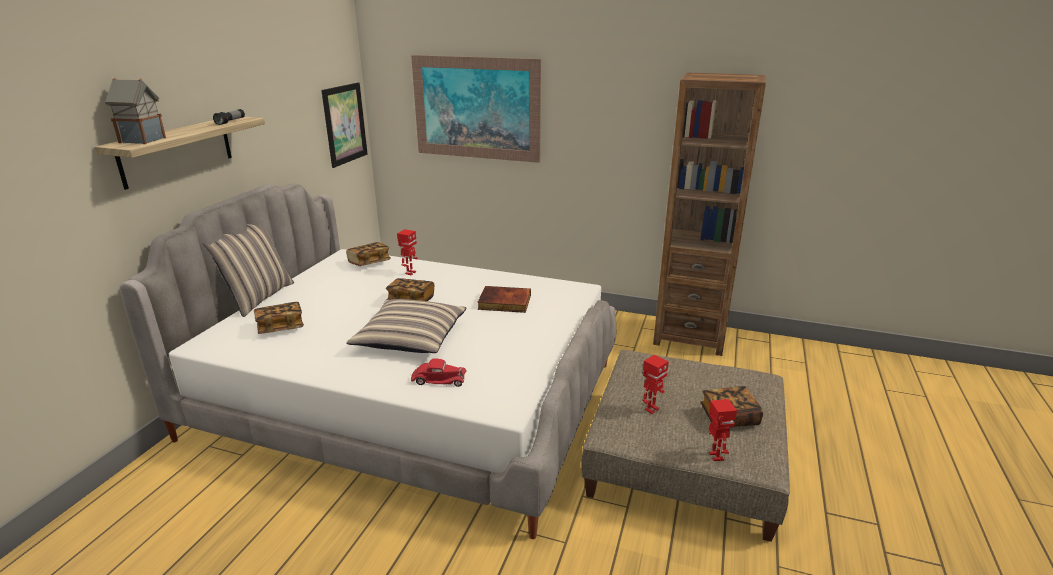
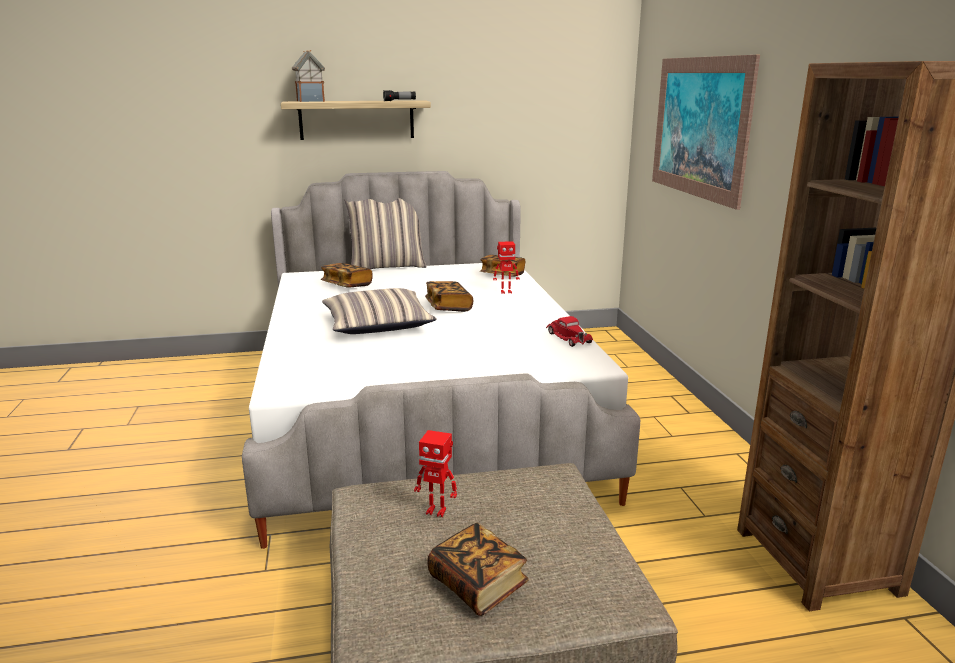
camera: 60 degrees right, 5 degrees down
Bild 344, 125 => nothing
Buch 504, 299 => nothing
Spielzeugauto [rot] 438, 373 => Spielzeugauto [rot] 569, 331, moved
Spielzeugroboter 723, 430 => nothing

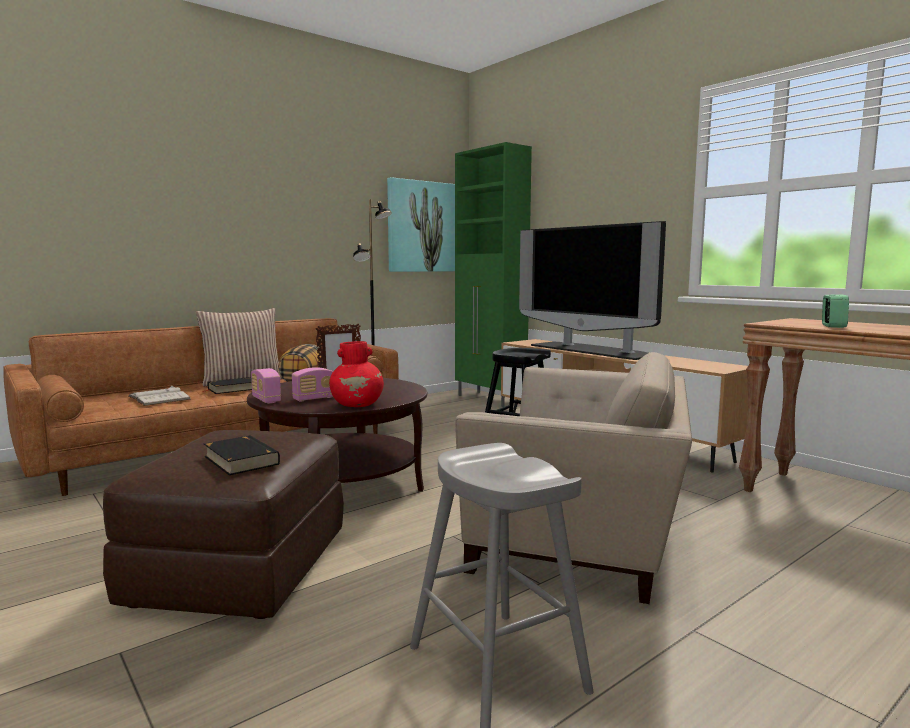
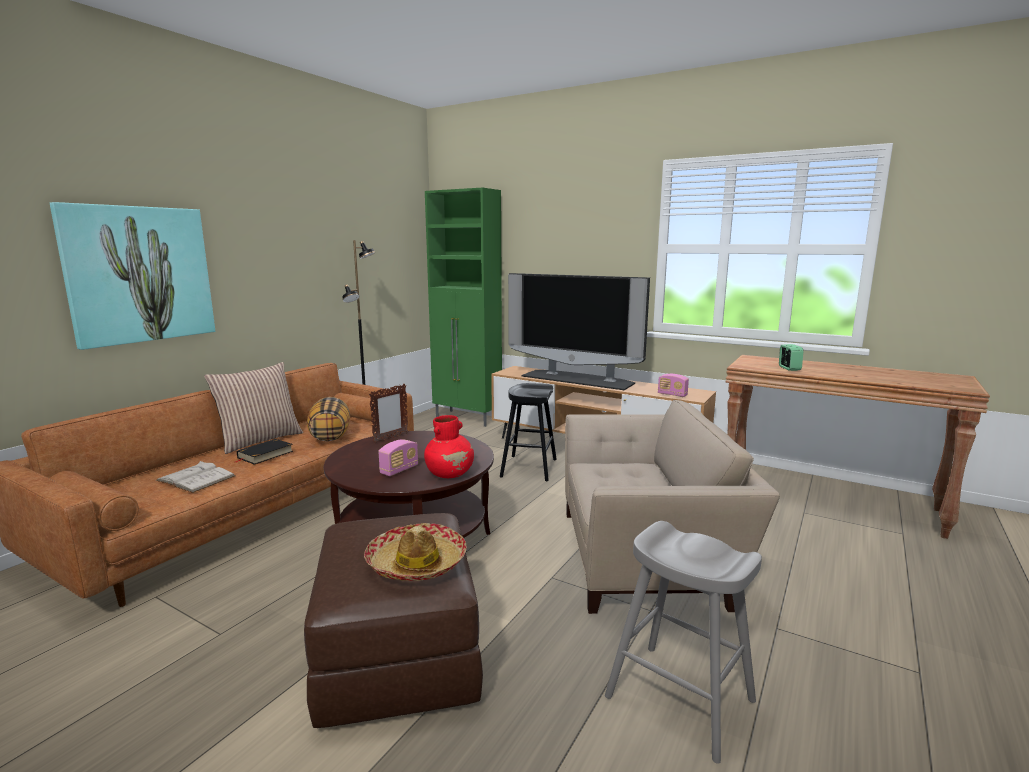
camera: 20 degrees left, 5 degrees up
Bild 421, 224 => Bild 132, 276, moved
Radio 266, 385 => Radio 673, 385, moved
Buch [schwarz] 242, 455 => Hut 415, 552

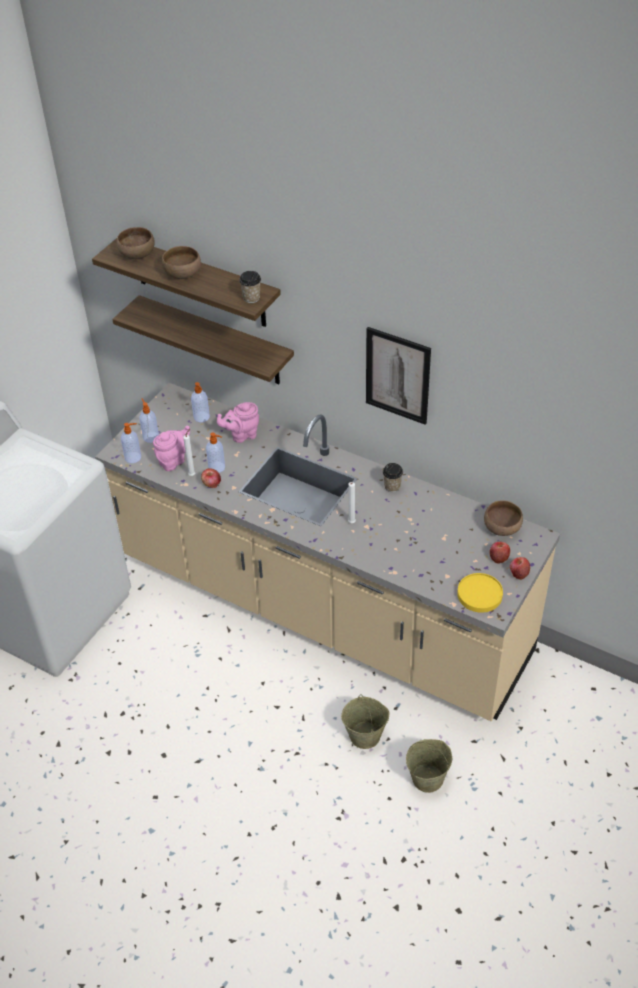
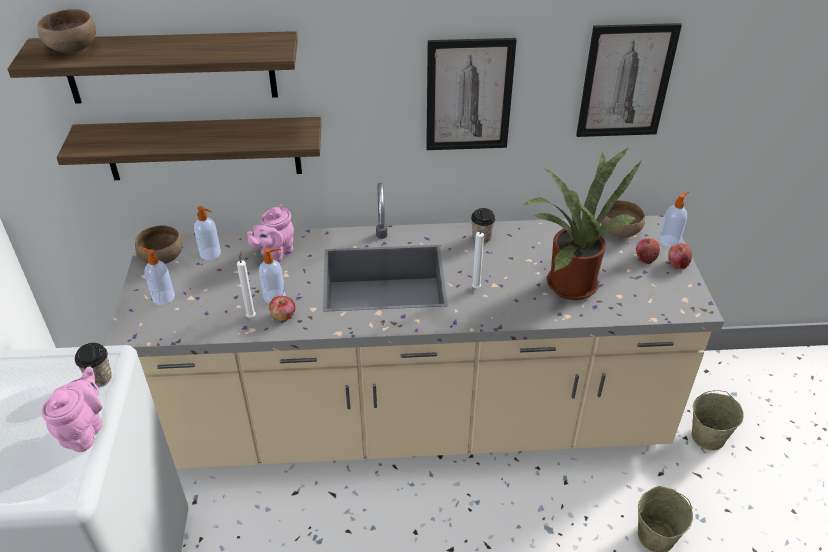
camera: 35 degrees left, 5 degrees down
Schüssel [braun] 181, 262 => Schüssel [braun] 159, 244, moved
Tasse 250, 287 => Tasse 93, 365, moved
Seifenspender 131, 443 => Seifenspender 674, 219, moved
Teekanne [rosa] 171, 448 => Teekanne [rosa] 72, 409, moved
Teller [gelb] 480, 593 => nothing
Eimer [beige] 365, 721 => Eimer [beige] 718, 420, moved
nothing => Bild 629, 80
nothing => Topfpflanze 582, 224

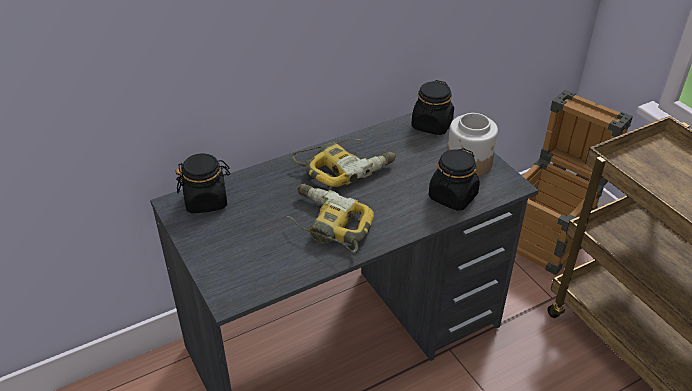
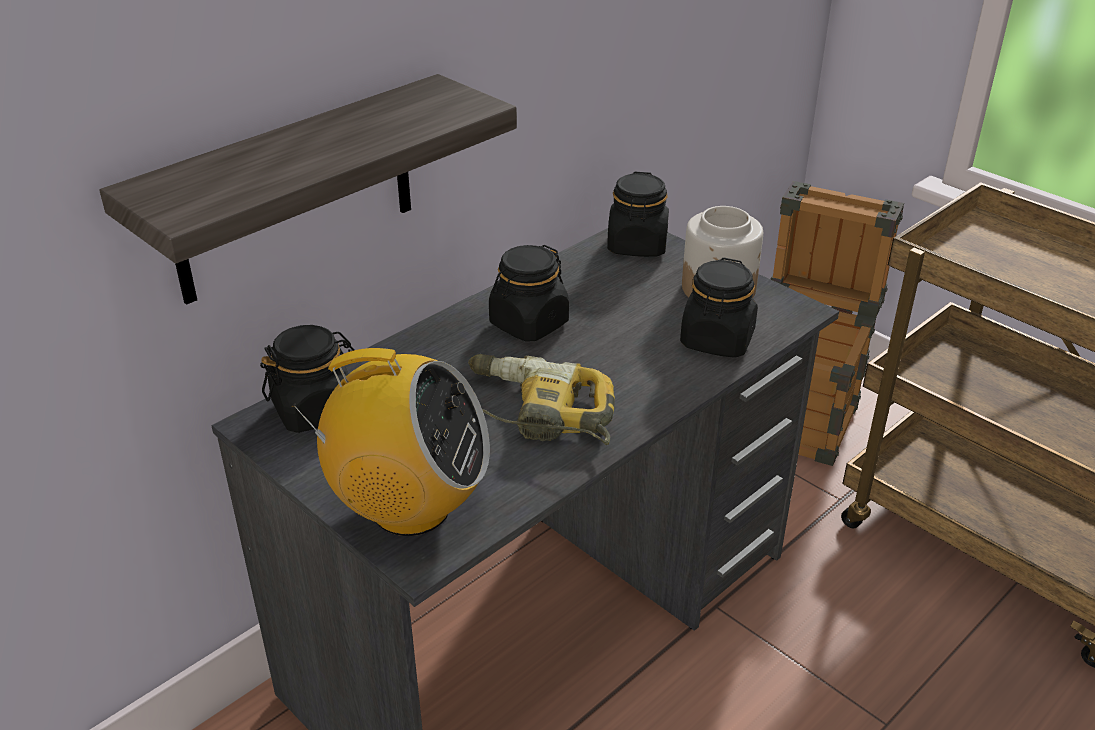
camera: 15 degrees left, 5 degrees down
Bohrmaschine 344, 163 => Vorratsglas [schwarz] 529, 293
nothing => Wandregal 308, 189
nothing => Radio 391, 442

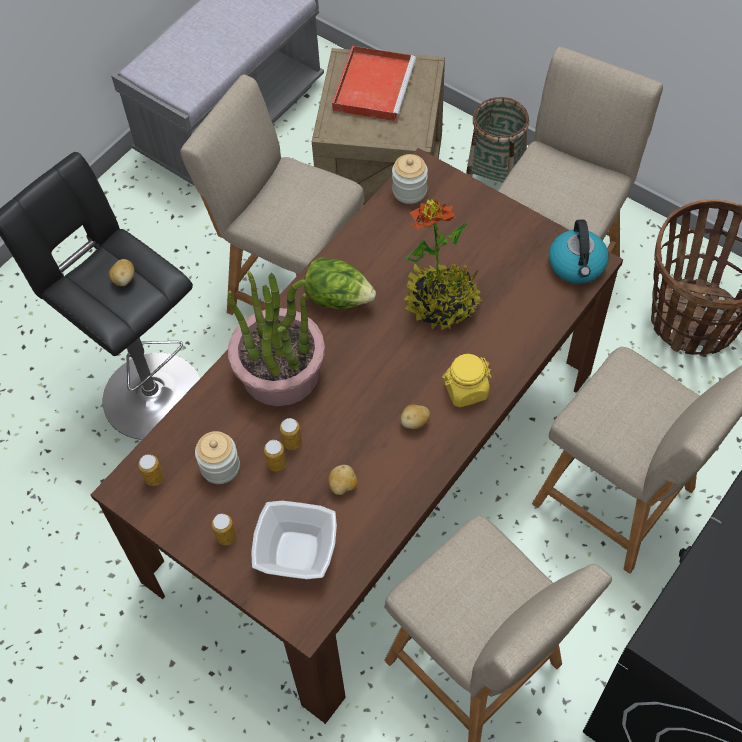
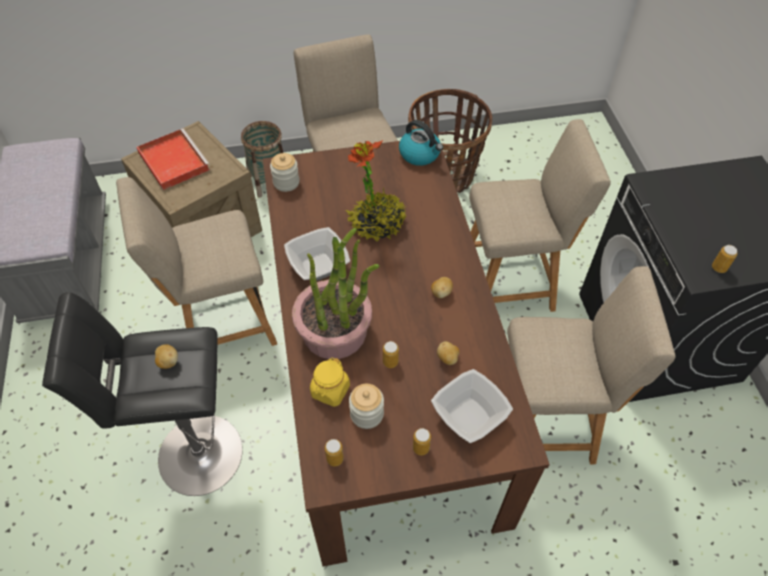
camera: 50 degrees left, 5 degrees down
Salatkopf 340, 283 => Schüssel 317, 254
Vorratsglas [gelb] 467, 380 => Vorratsglas [gelb] 330, 382, moved
Dose 275, 456 => Dose 724, 259, moved

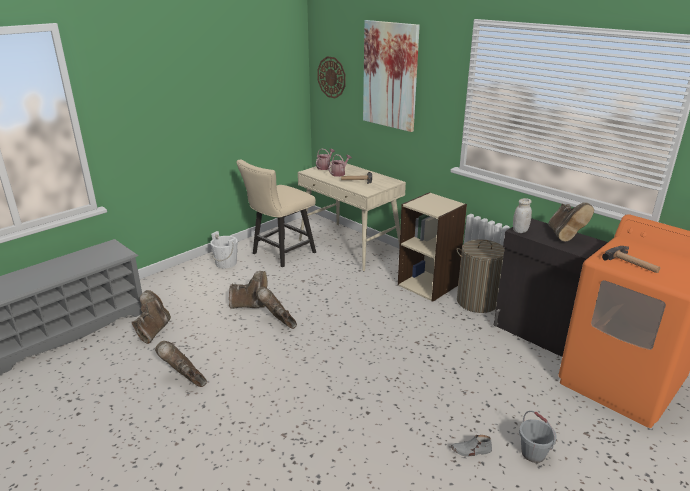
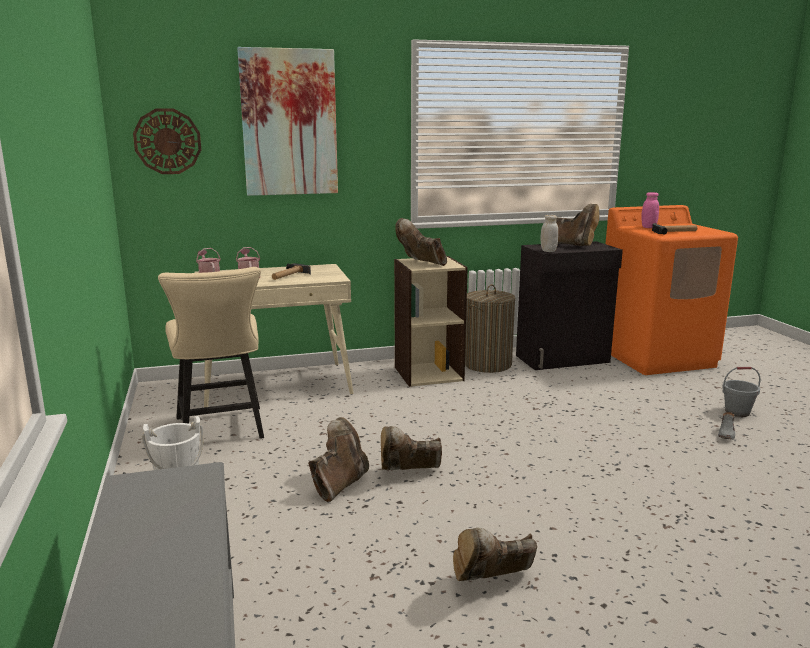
camera: 60 degrees left, 10 degrees down
Stiefel [braun] 151, 317 => Stiefel [braun] 421, 242, moved
nothing => Vorratsglas [rosa] 650, 210

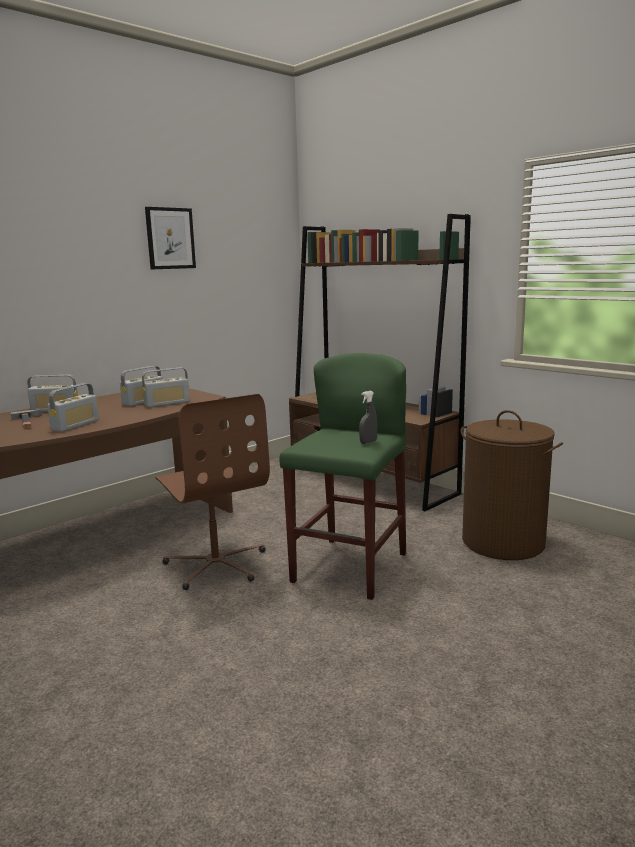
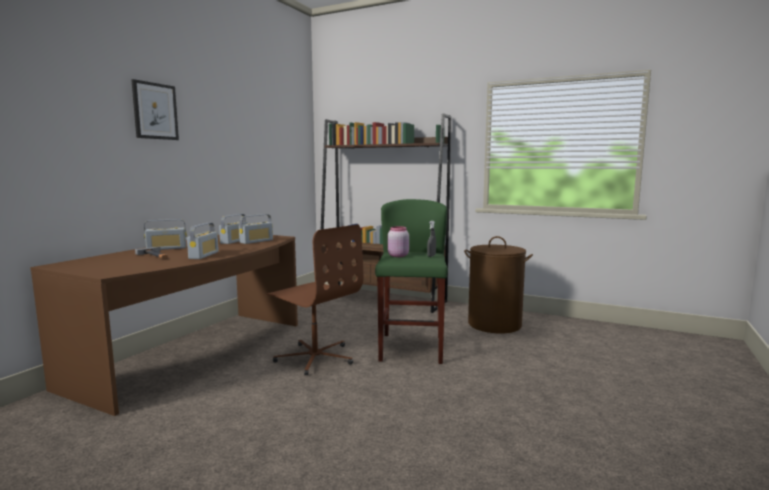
camera: 20 degrees left, 5 degrees down
Bild 170, 238 => Bild 155, 109, moved
nothing => Vorratsglas [rosa] 398, 241

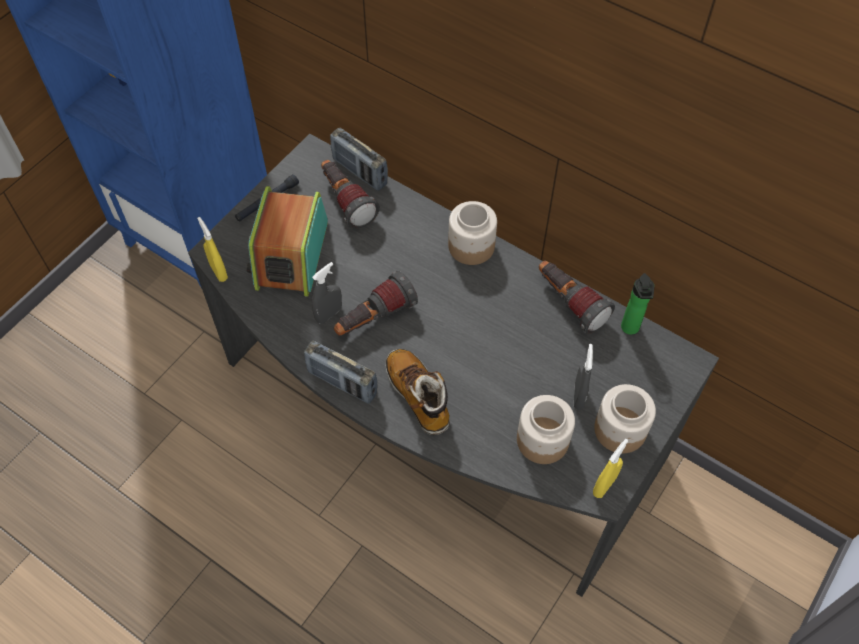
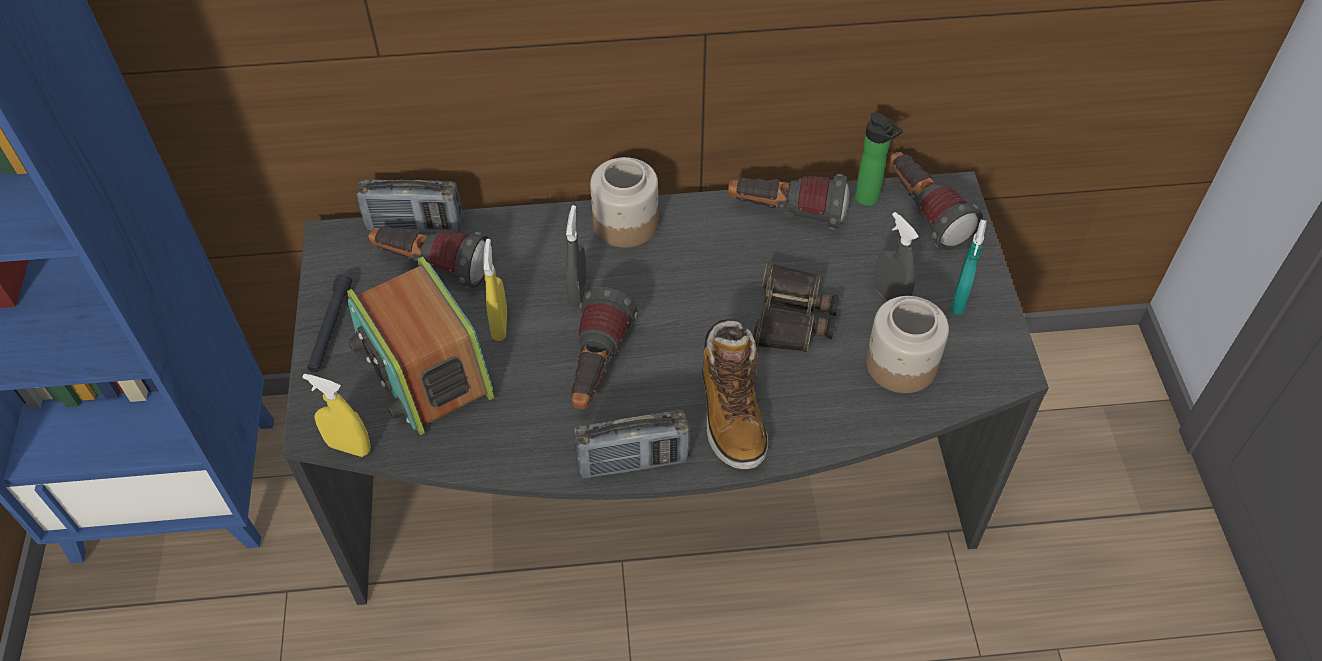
camera: 40 degrees left, 5 degrees down
Sprühflasche [grau] 327, 293 => Sprühflasche [grau] 576, 256, moved
Stiefel 418, 392 => Stiefel 735, 394, 120 degrees counterclockwise
Vorratsglas 625, 418 => Sprühflasche [türkis] 969, 267
Sprühflasche [gelb] 610, 468 => Sprühflasche [gelb] 495, 290, moved
nothing => Taschenlampe 936, 201
nothing => Fernglas 795, 307

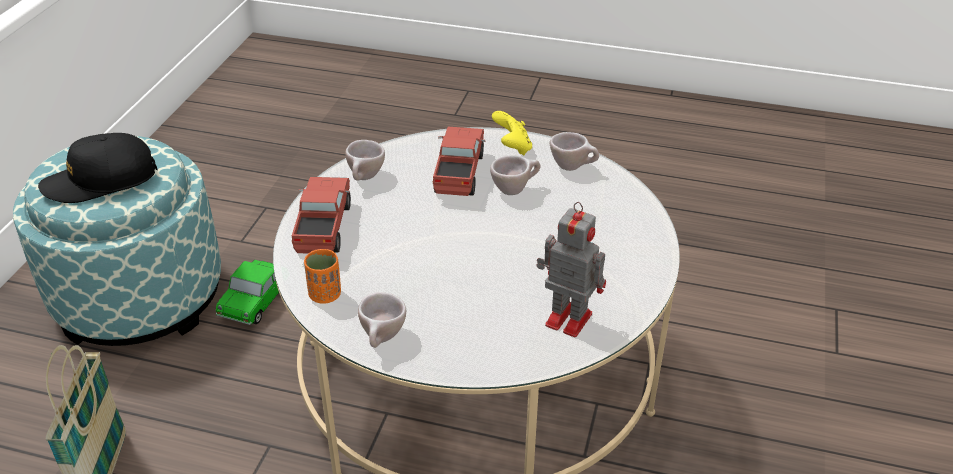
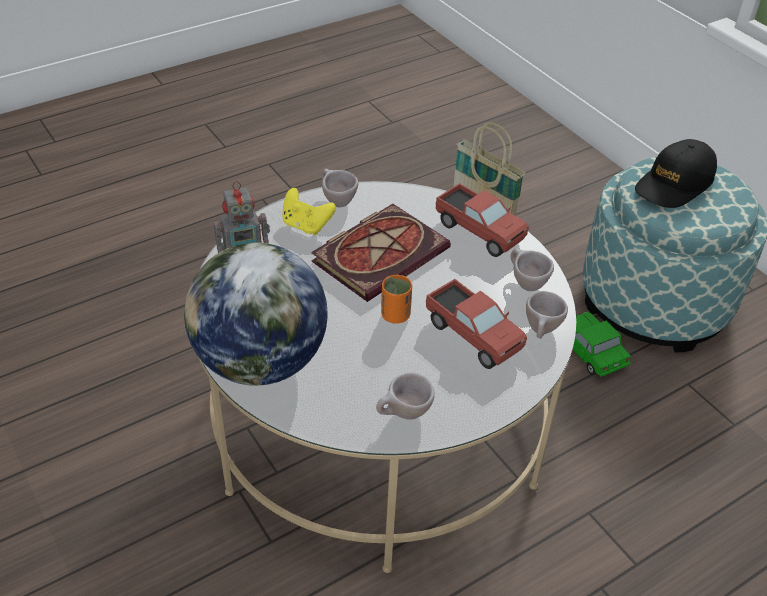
camera: 130 degrees right, 5 degrees up
Gamepad [gelb] 512, 133 => Gamepad [gelb] 309, 211, moved
Kappe [schwarz] 97, 168 => Kappe [schwarz] 676, 173, 150 degrees counterclockwise
Tasse [beige] 515, 175 => Tasse [beige] 547, 315, moved
Tasse [orange] 322, 276 => Tasse [orange] 396, 299, moved
nothing => Buch 381, 253
nothing => Globus 256, 314

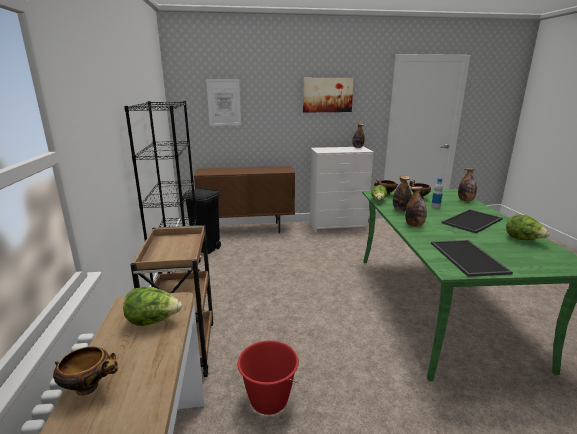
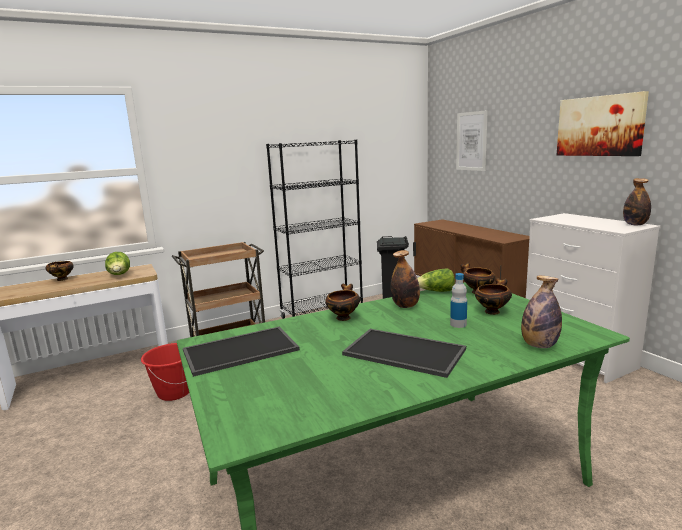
camera: 70 degrees right, 5 degrees down
Flasche 416, 206 => Schüssel 342, 302
Salatkopf 528, 227 => nothing

